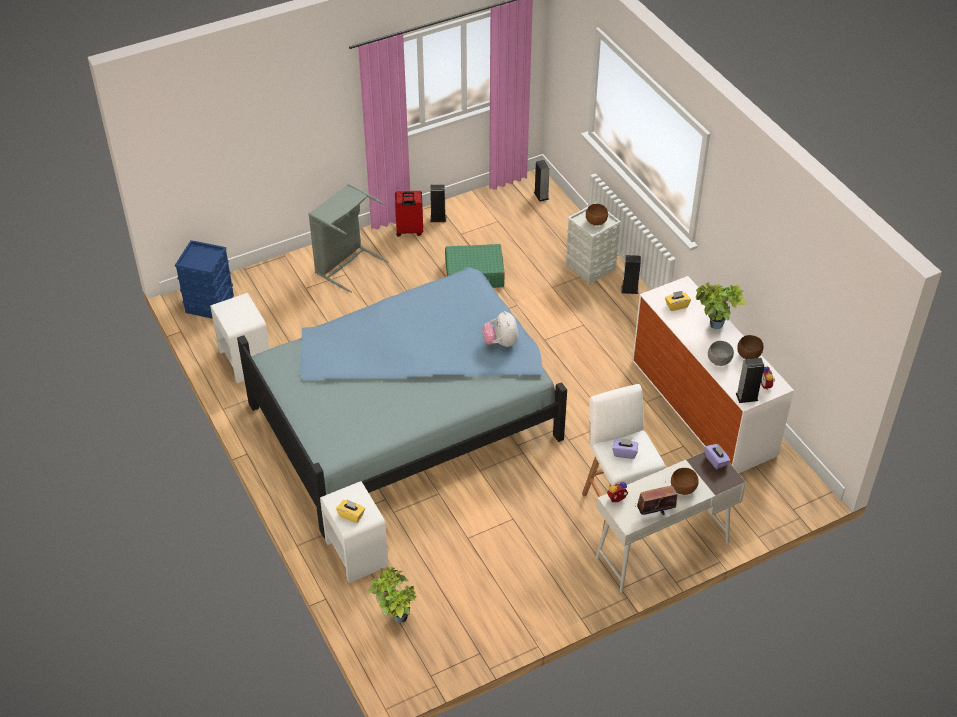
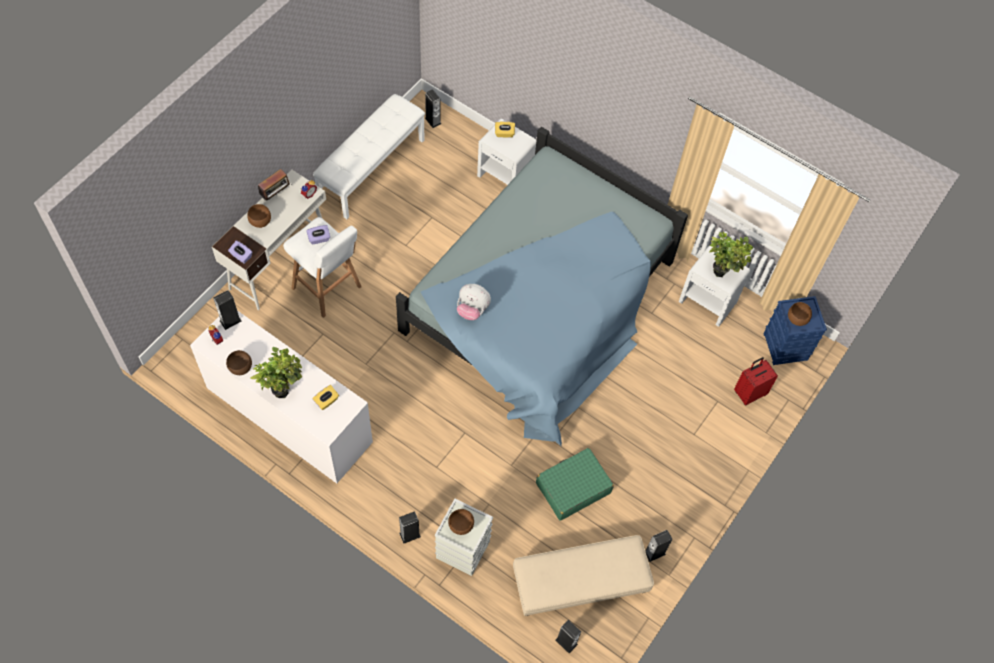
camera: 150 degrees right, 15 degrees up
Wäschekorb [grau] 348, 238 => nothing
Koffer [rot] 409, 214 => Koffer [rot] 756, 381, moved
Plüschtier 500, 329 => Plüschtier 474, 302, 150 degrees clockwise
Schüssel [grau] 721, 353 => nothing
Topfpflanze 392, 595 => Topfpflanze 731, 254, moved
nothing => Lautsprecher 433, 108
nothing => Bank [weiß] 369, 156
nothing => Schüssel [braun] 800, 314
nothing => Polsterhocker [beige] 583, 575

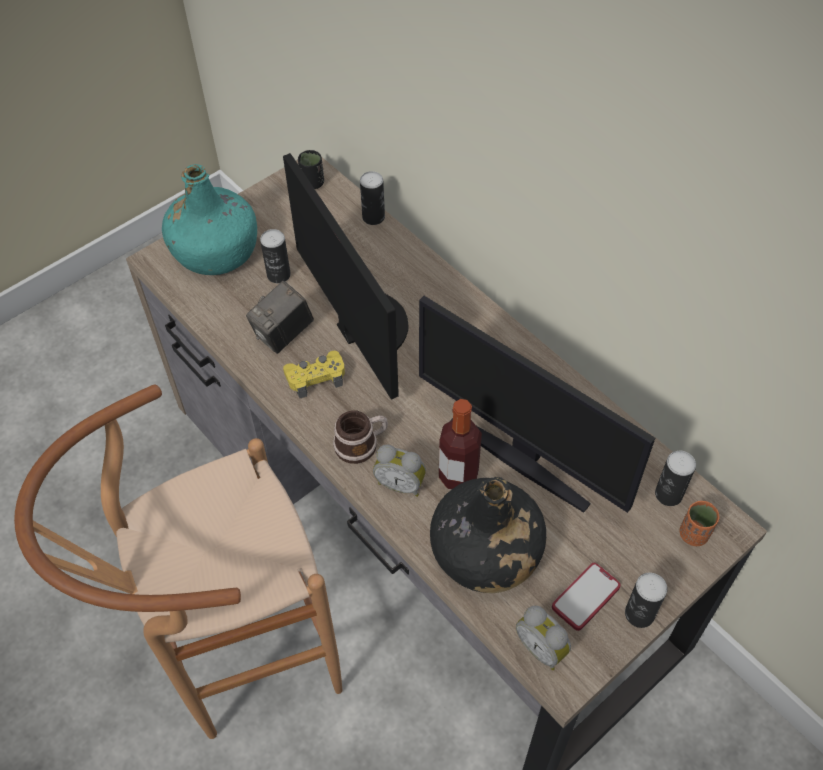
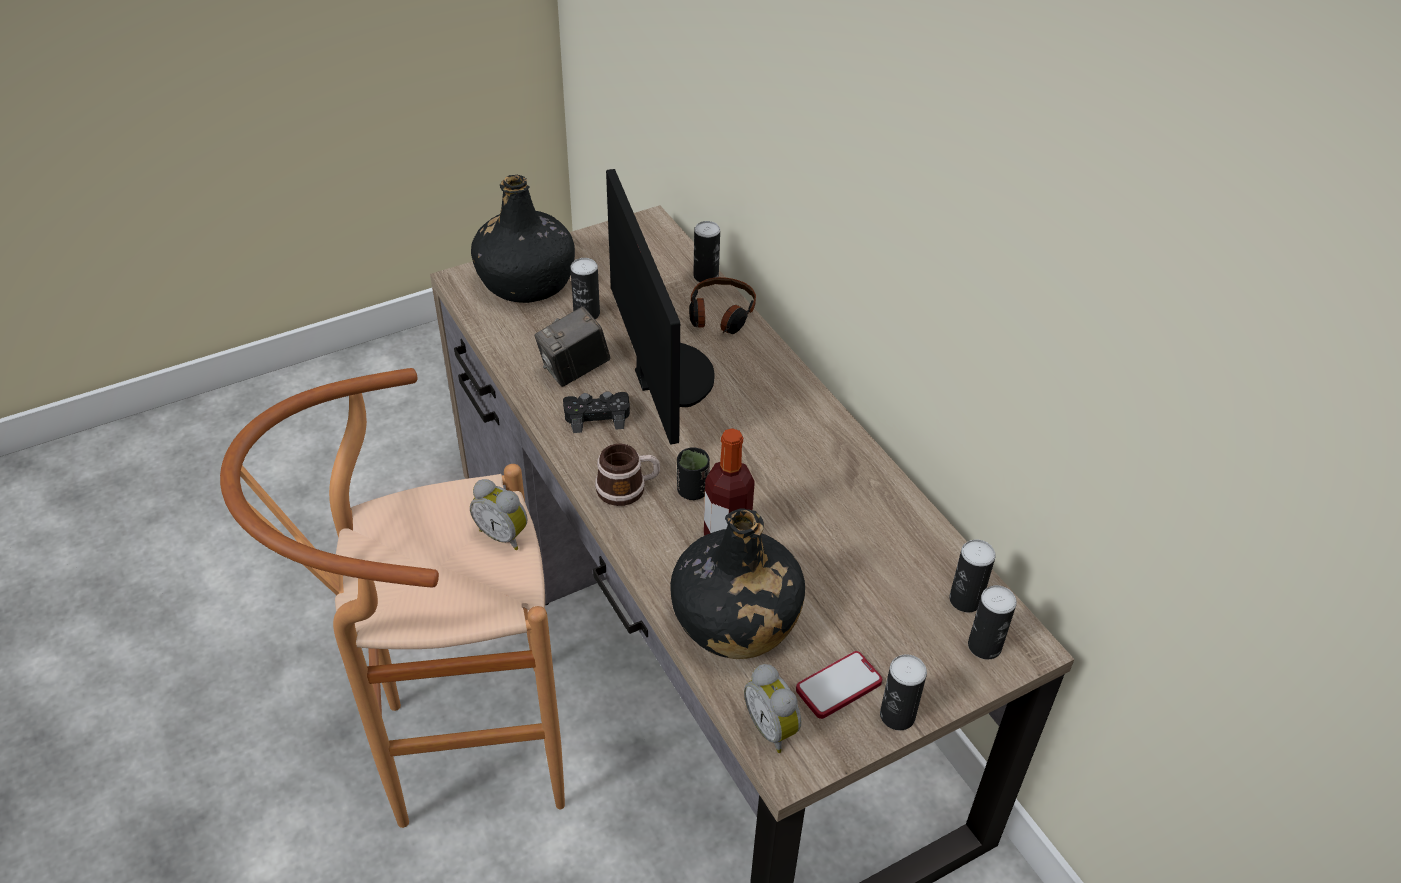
camera: 10 degrees right, 10 degrees down
Tasse [schwarz] 311, 169 => Tasse [schwarz] 693, 473, moved
Flasche [türkis] 209, 219 => Flasche [schwarz] 523, 239
Monitor 537, 404 => nothing
Gamepad [gelb] 314, 374 => Gamepad [schwarz] 596, 412
Wecker 399, 471 => Wecker 498, 514, moved
Tasse [orange] 700, 523 => Dose 992, 622
nothing => Kopfhörer 722, 305

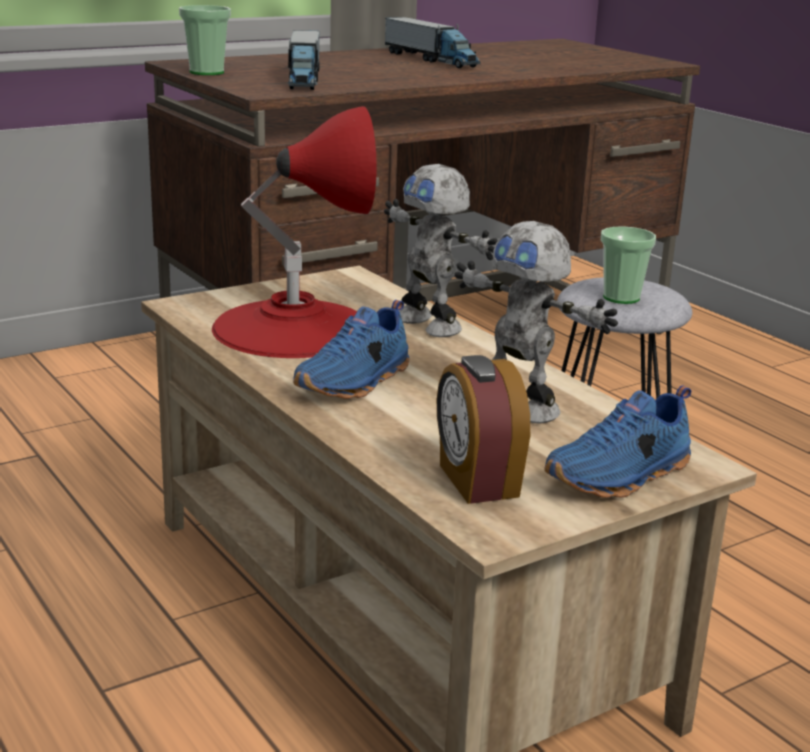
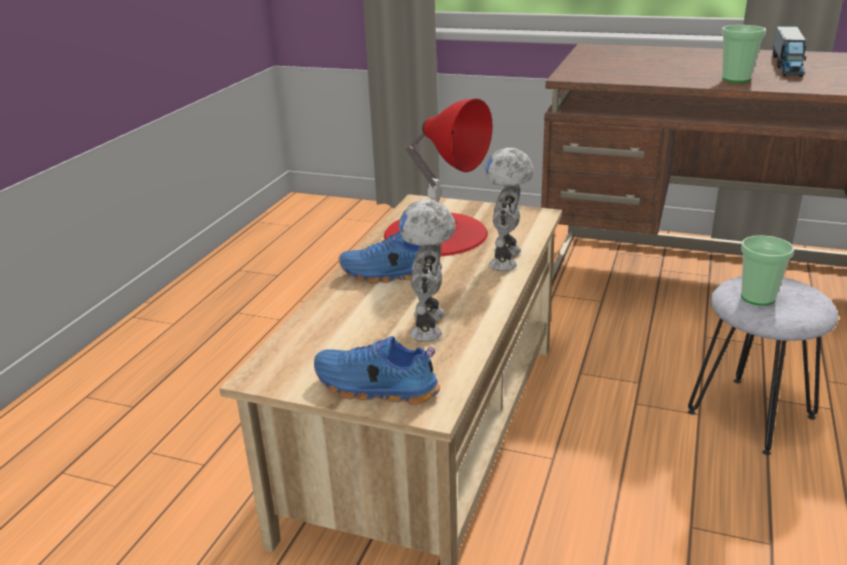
camera: 55 degrees right, 5 degrees up
Tasse 205, 40 => Tasse 744, 54, moved
Spielzeuglaster 303, 60 => nothing
Wecker 483, 429 => nothing

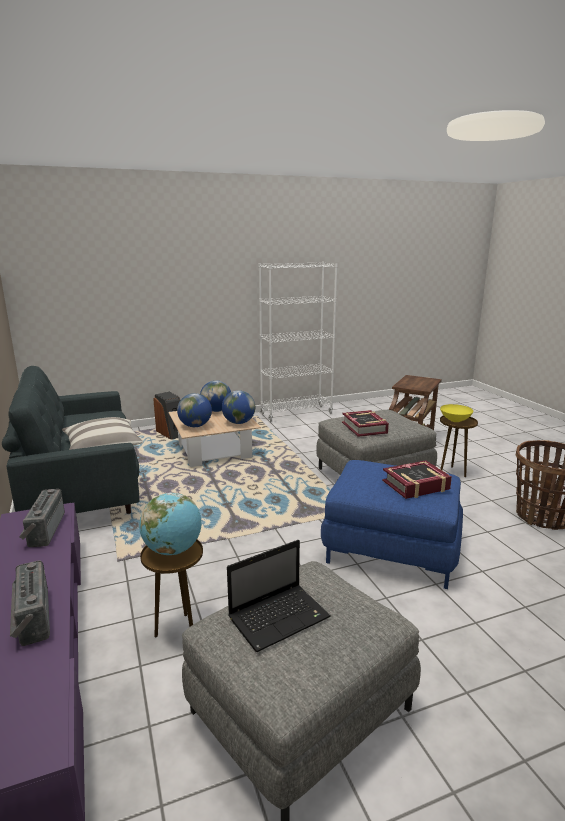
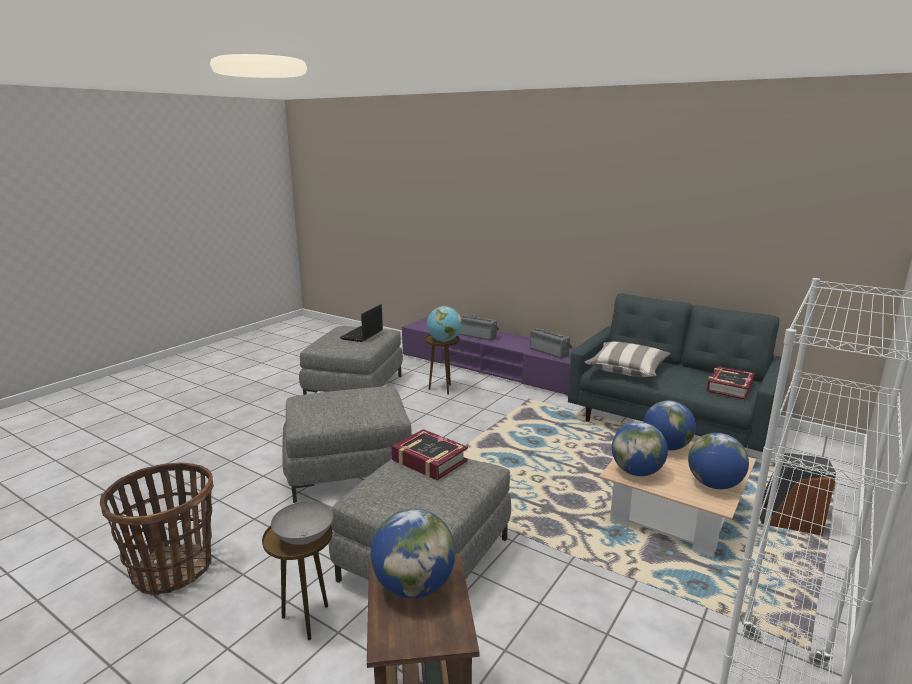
camera: 145 degrees right, 0 degrees up
Schüssel [gelb] 457, 413 => Schüssel [grau] 302, 523
Polsterhocker [blau] 392, 524 => Polsterhocker [grau] 347, 444
Buch 417, 479 => Buch 731, 383, moved
nothing => Globus 413, 553

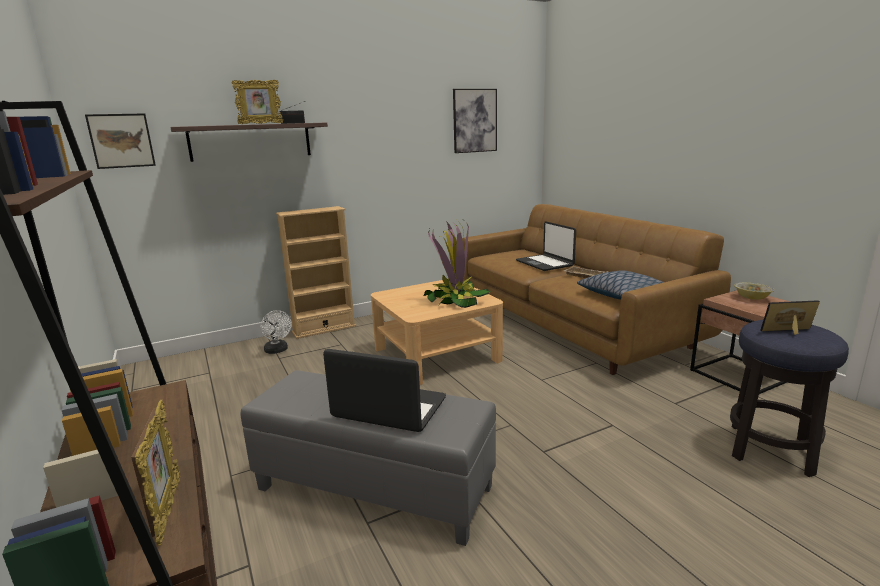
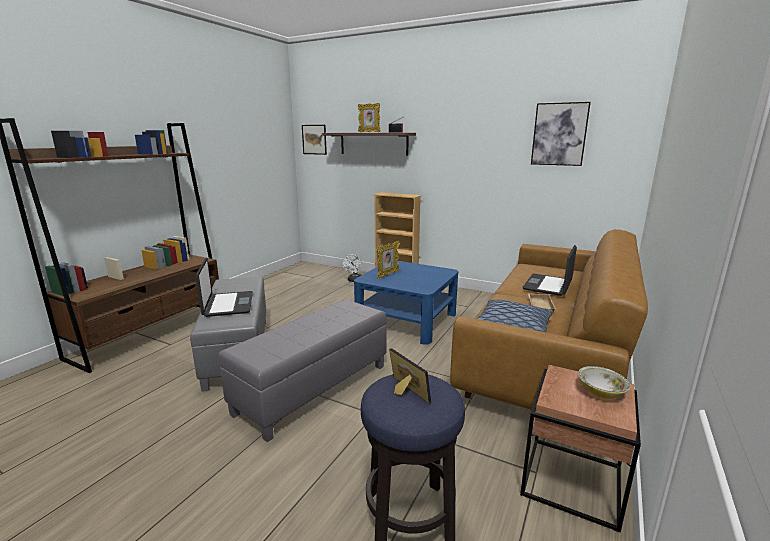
camera: 55 degrees right, 0 degrees up
Topfpflanze 457, 264 => nothing
Couchtisch [beige] 437, 332 => Couchtisch [blau] 406, 303
Bilderrahmen 155, 473 => Bilderrahmen 388, 260, moved
nothing => Polsterhocker [grau] 302, 370

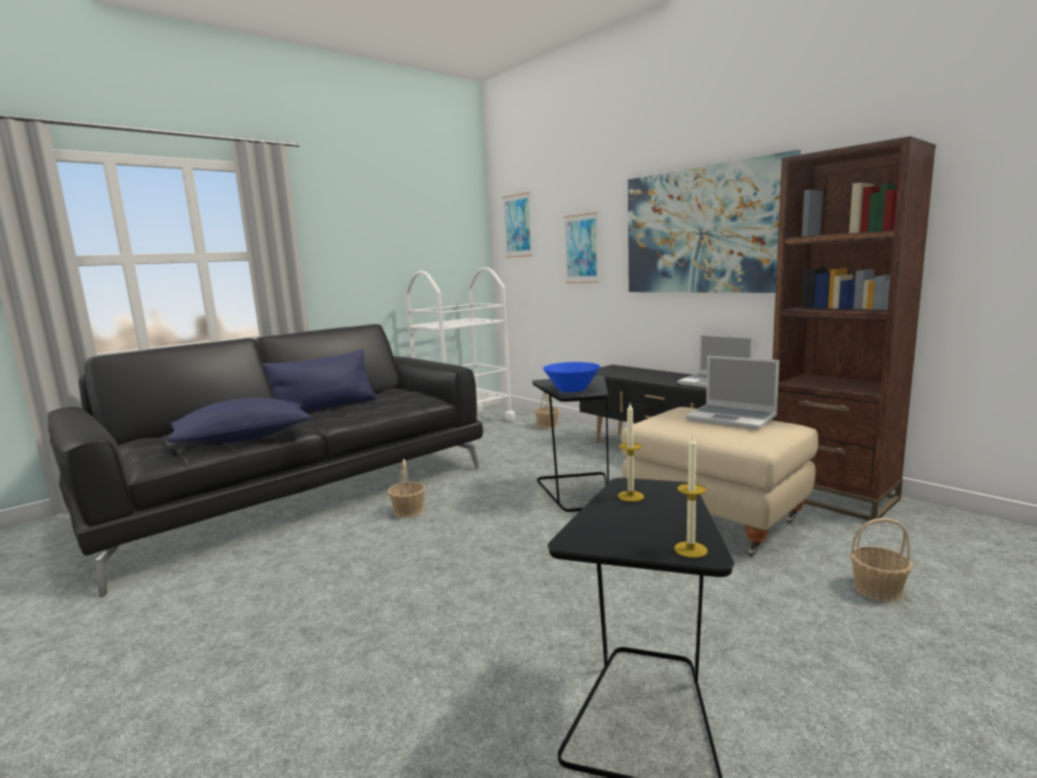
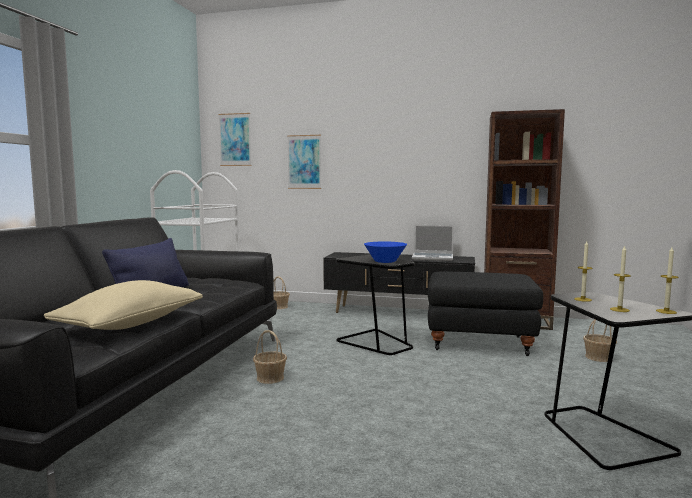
camera: 35 degrees left, 5 degrees down
Bild 714, 221 => nothing
Laptop 733, 392 => nothing
Kissen [blau] 239, 420 => Kissen [beige] 123, 305
Polsterhocker [beige] 720, 482 => Polsterhocker [schwarz] 485, 314
nothing => Kerze 620, 278

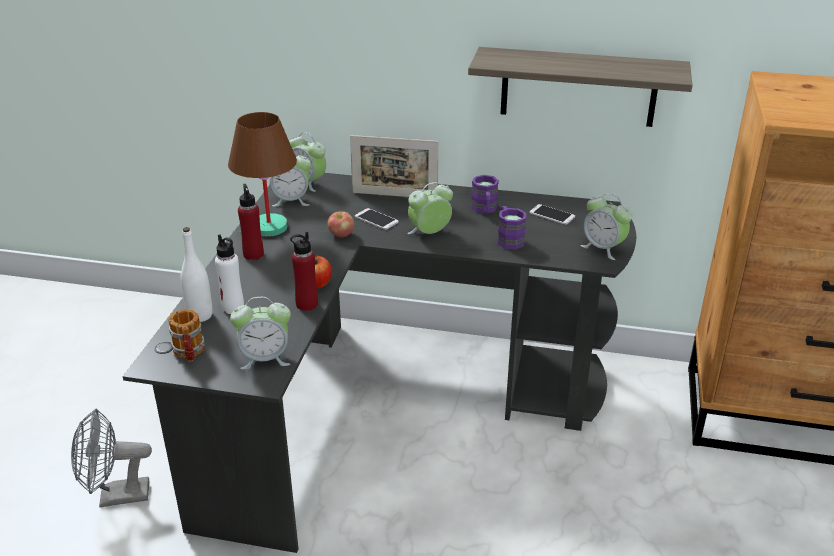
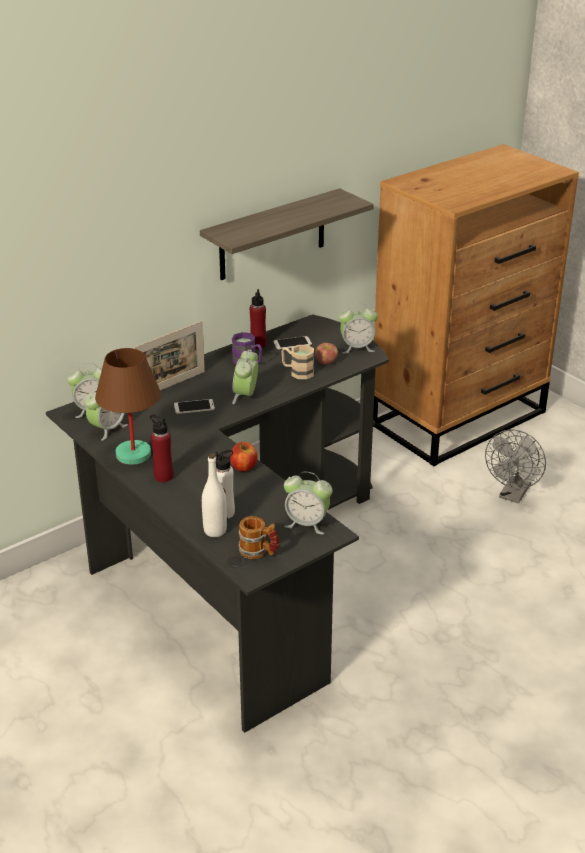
camera: 50 degrees left, 0 degrees up
Henkelbecher [lila] 512, 228 => Henkelbecher [beige] 297, 362
Apfel 340, 224 => Apfel 326, 354, moved
Flasche [rot] 304, 271 => Flasche [rot] 258, 319, moved
Wecker 260, 333 => Wecker 308, 503, 75 degrees clockwise
Ventilator [grau] 111, 457 => Ventilator [grau] 515, 466, moved

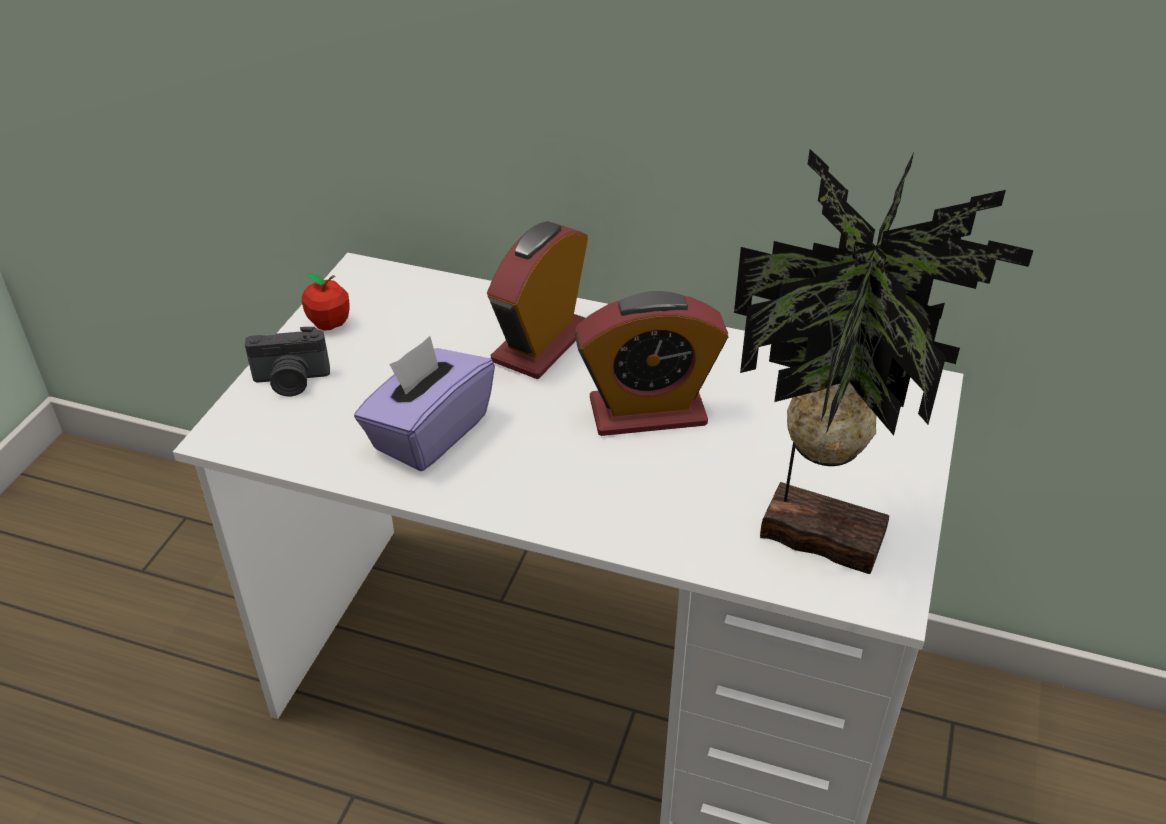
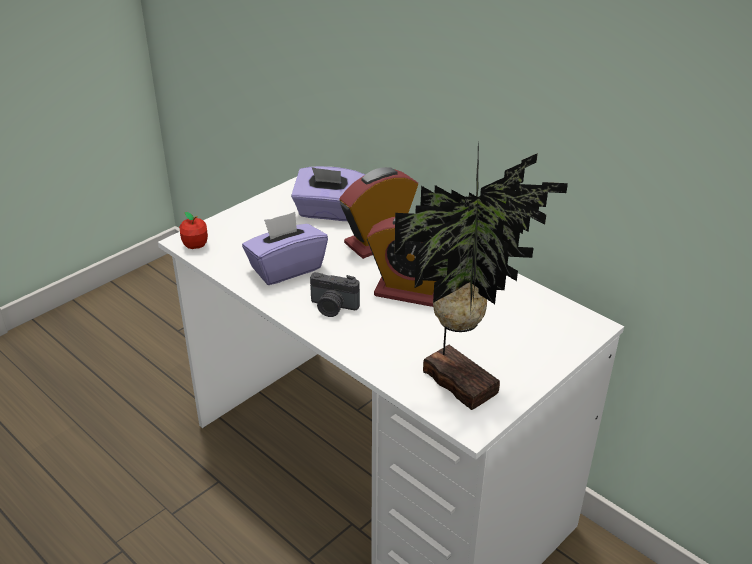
camera: 25 degrees right, 5 degrees down
Apfel 326, 302 => Apfel 193, 230, moved
Kamera 287, 361 => Kamera 335, 294, moved
nothing => Taschentuchbox [lila] 328, 193

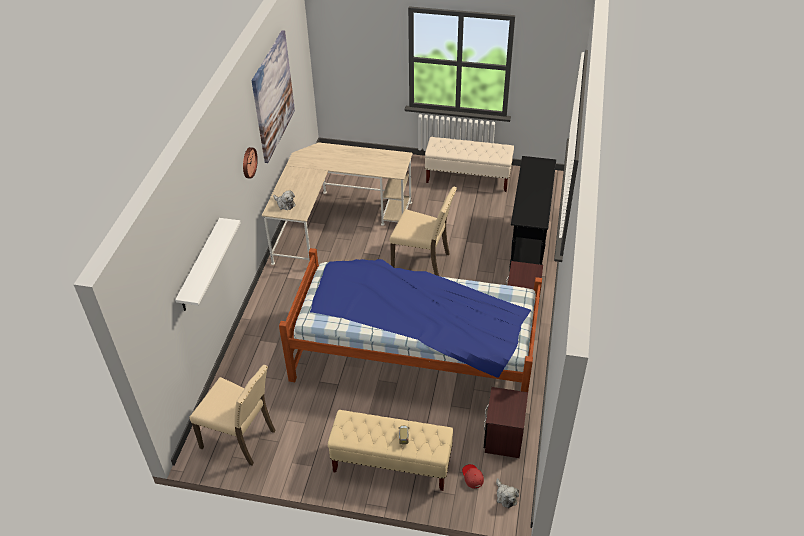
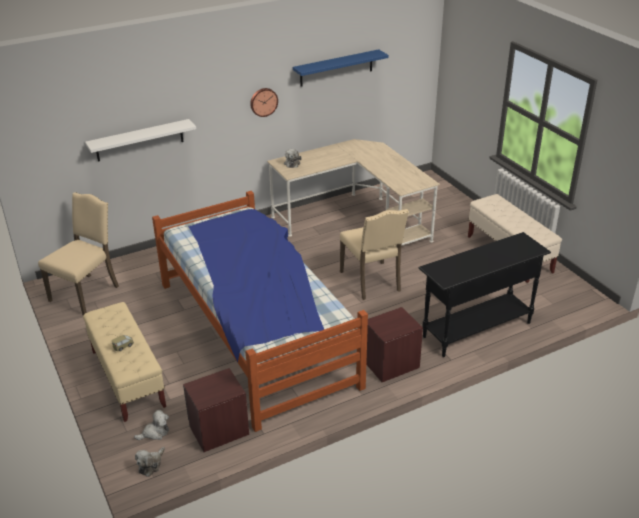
camera: 50 degrees right, 10 degrees down
Bild 273, 96 => Wandregal [blau] 341, 67
Stuhl [beige] 232, 415 => Stuhl [beige] 78, 253, 135 degrees counterclockwise
Kappe [rot] 473, 476 => Plüschtier 151, 425

